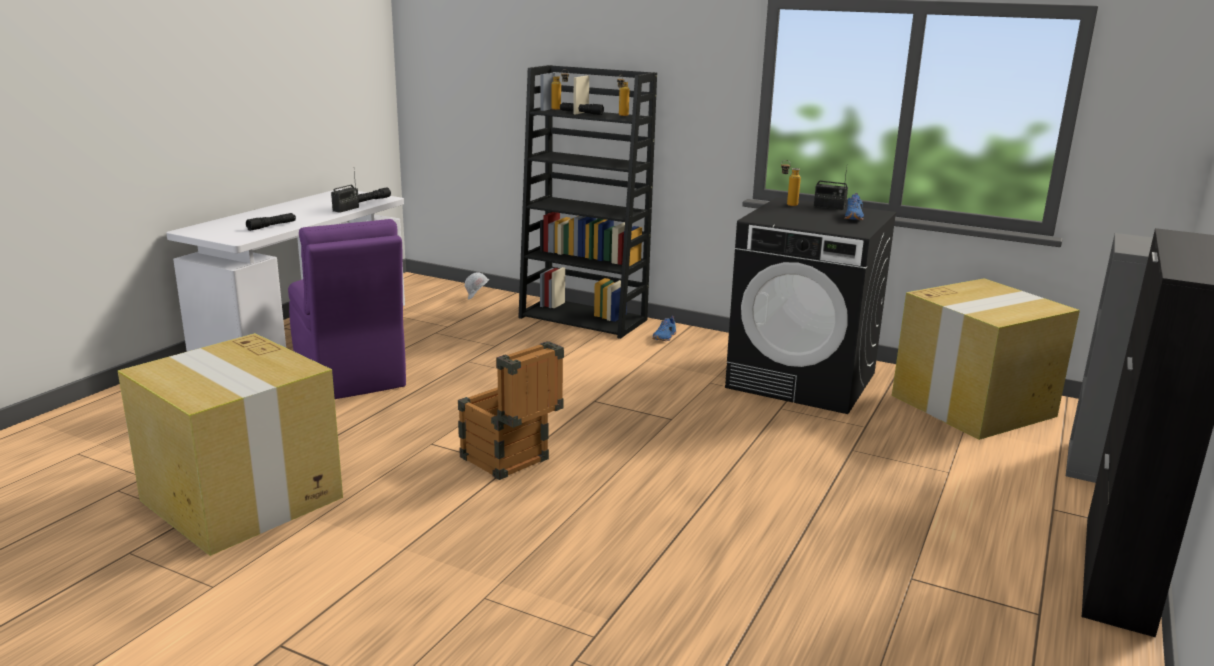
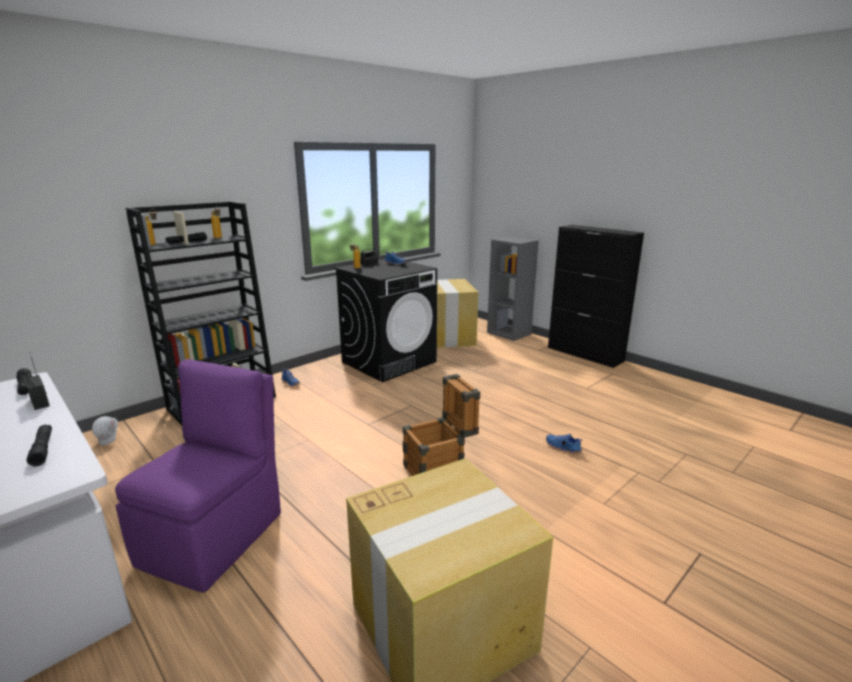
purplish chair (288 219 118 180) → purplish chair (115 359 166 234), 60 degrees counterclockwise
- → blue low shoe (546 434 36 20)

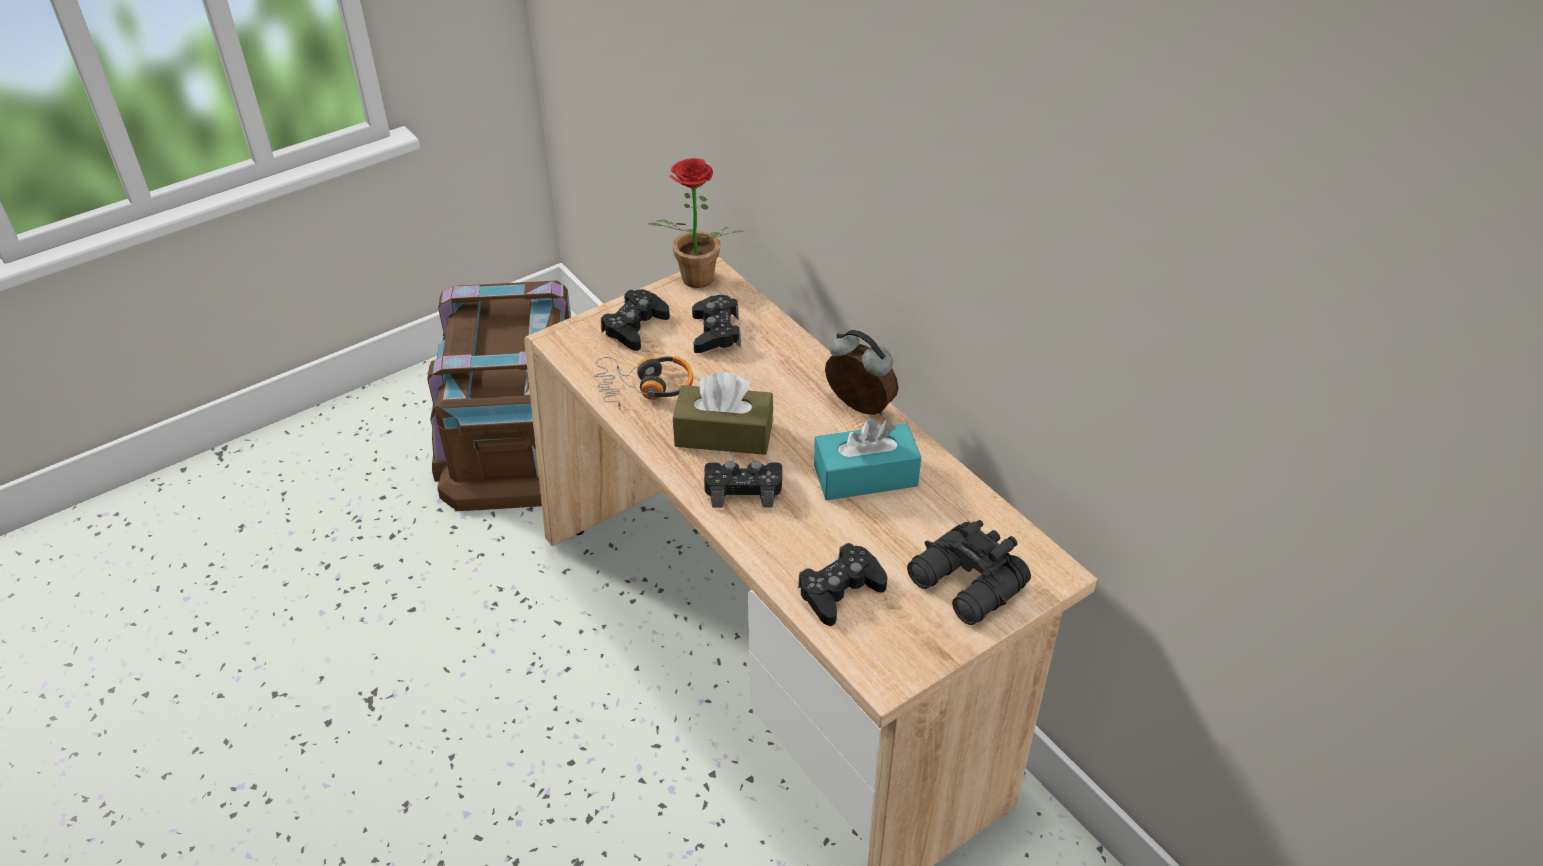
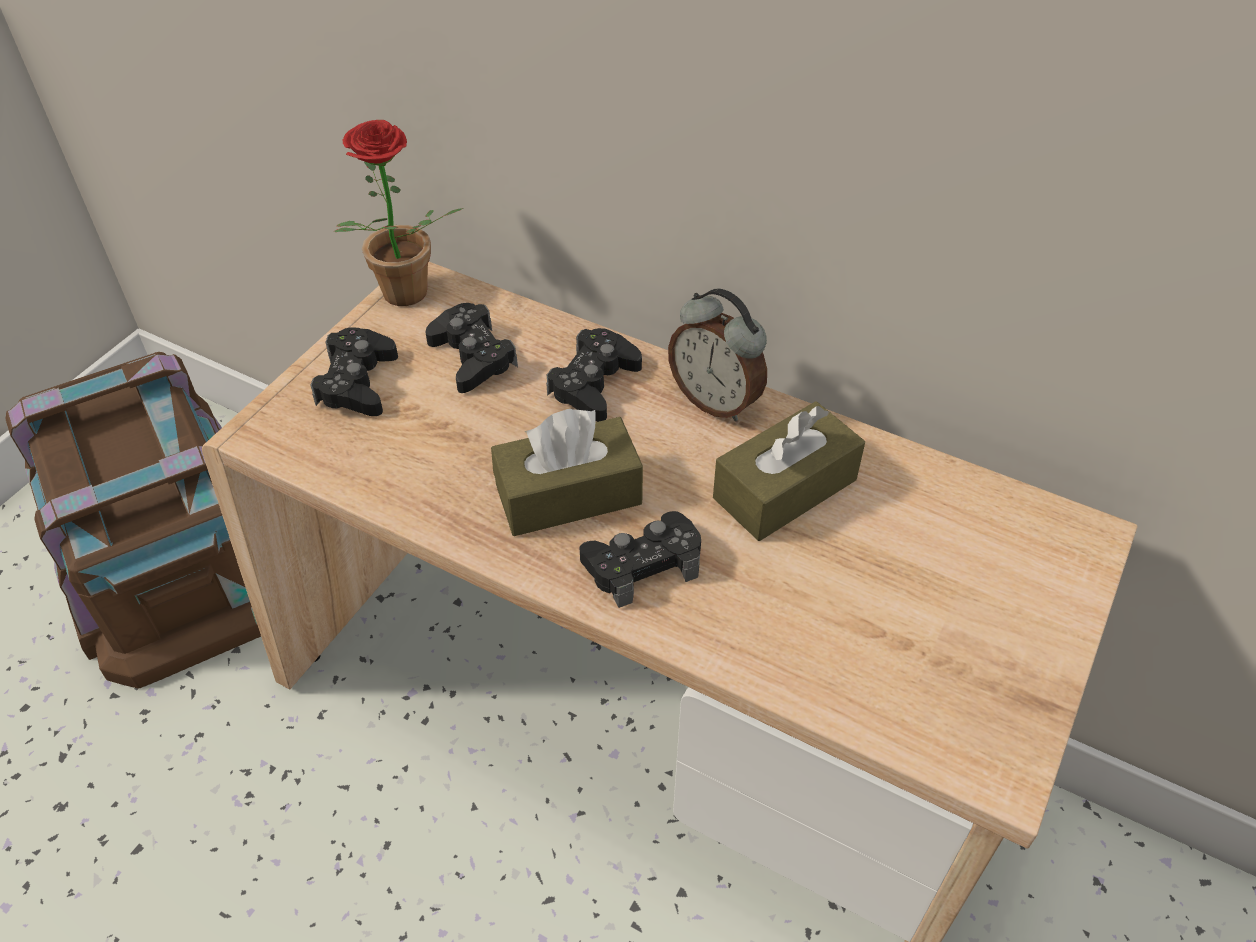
alarm clock (825 330 74 85) → alarm clock (668 288 99 133), 150 degrees counterclockwise
headphones (594 356 99 54) → -
turquoise-coloured tissue holder (814 419 107 81) → brownish tissue holder (713 401 152 140)
black-coloured pair of binoculars (907 520 124 105) → -
black-coloured joypad (798 543 89 83) → black-coloured joypad (546 328 96 94), moved

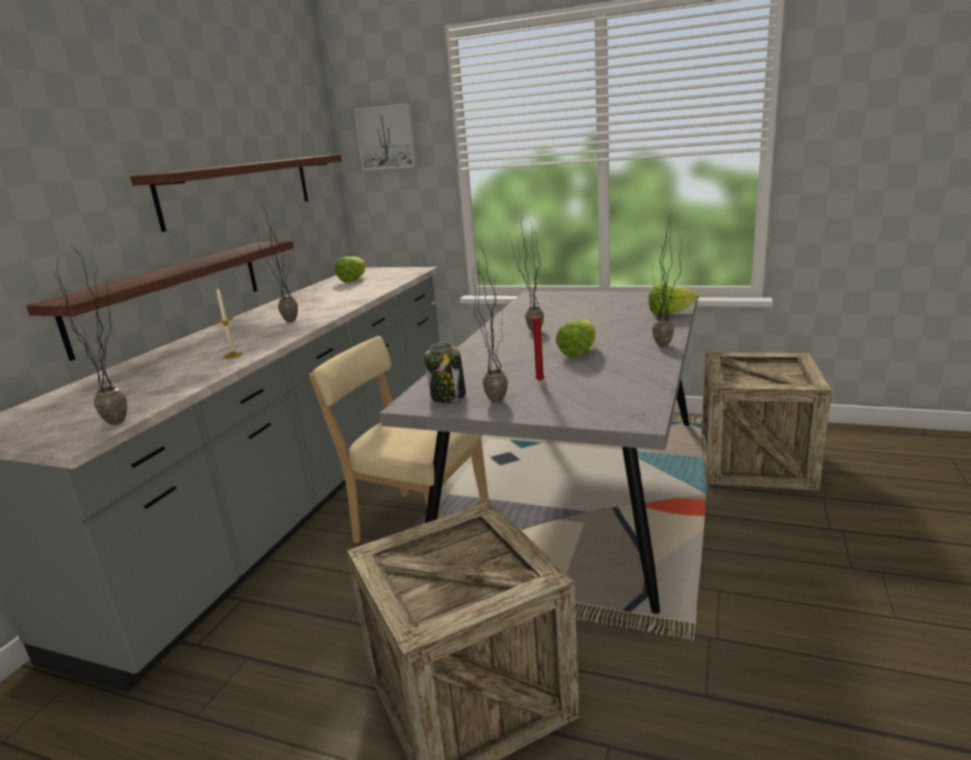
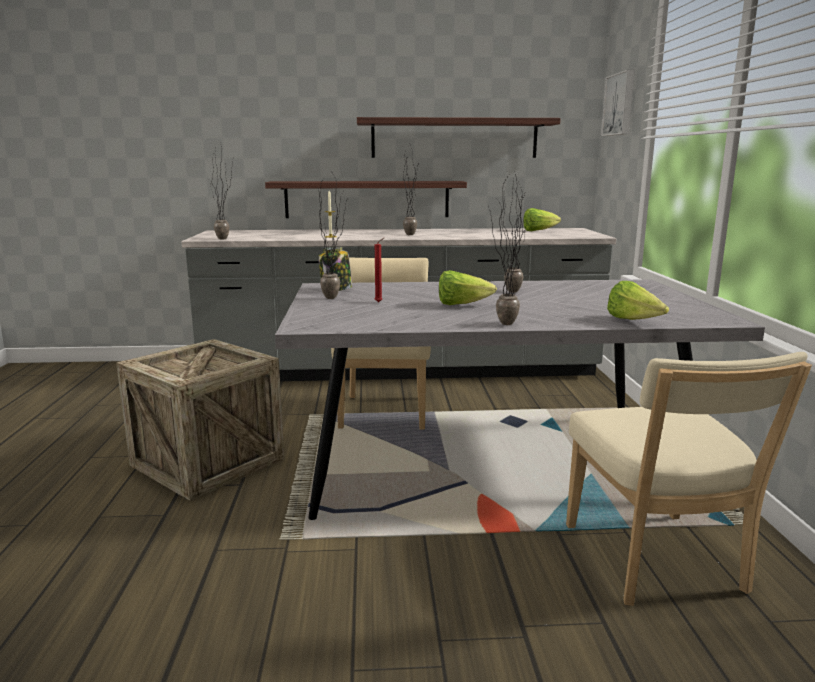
shipping crate (701 352 131 139) → beige chair (566 352 246 254)

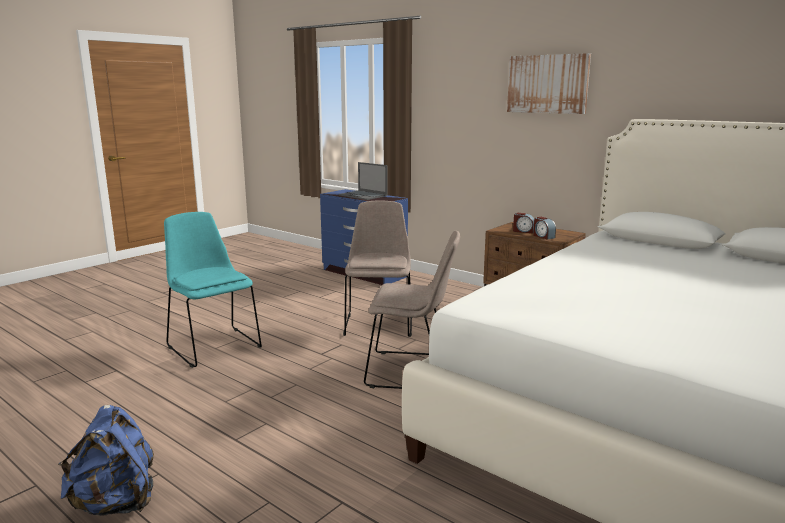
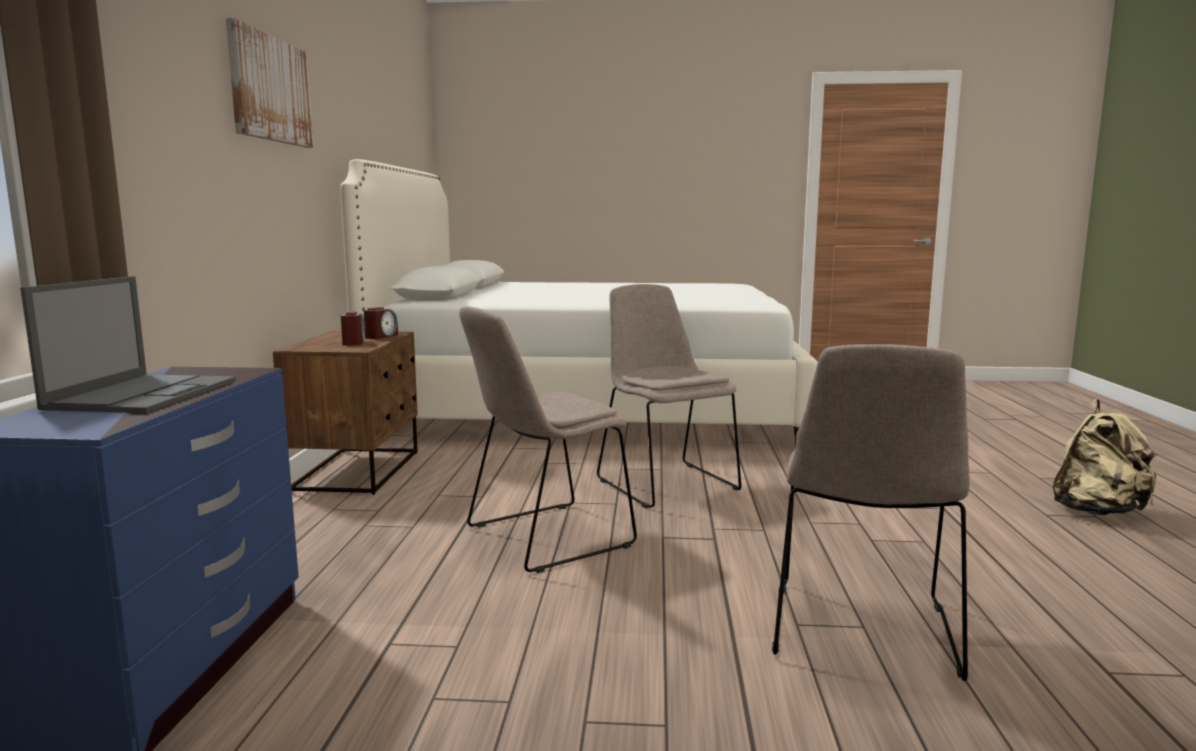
turquoise-coloured chair (164 212 98 156) → beige chair (772 344 198 337)
blue knapsack (58 405 96 111) → beige knapsack (1053 399 105 116)

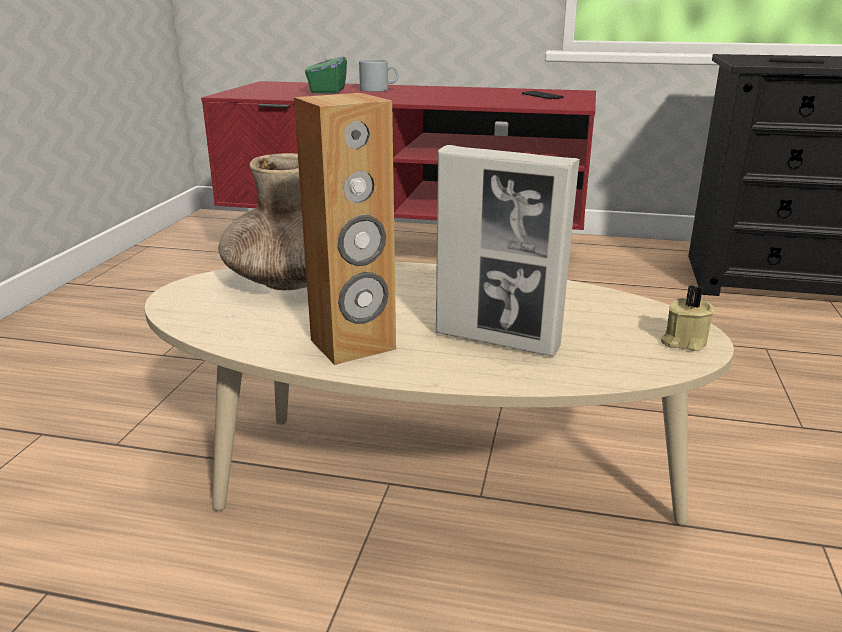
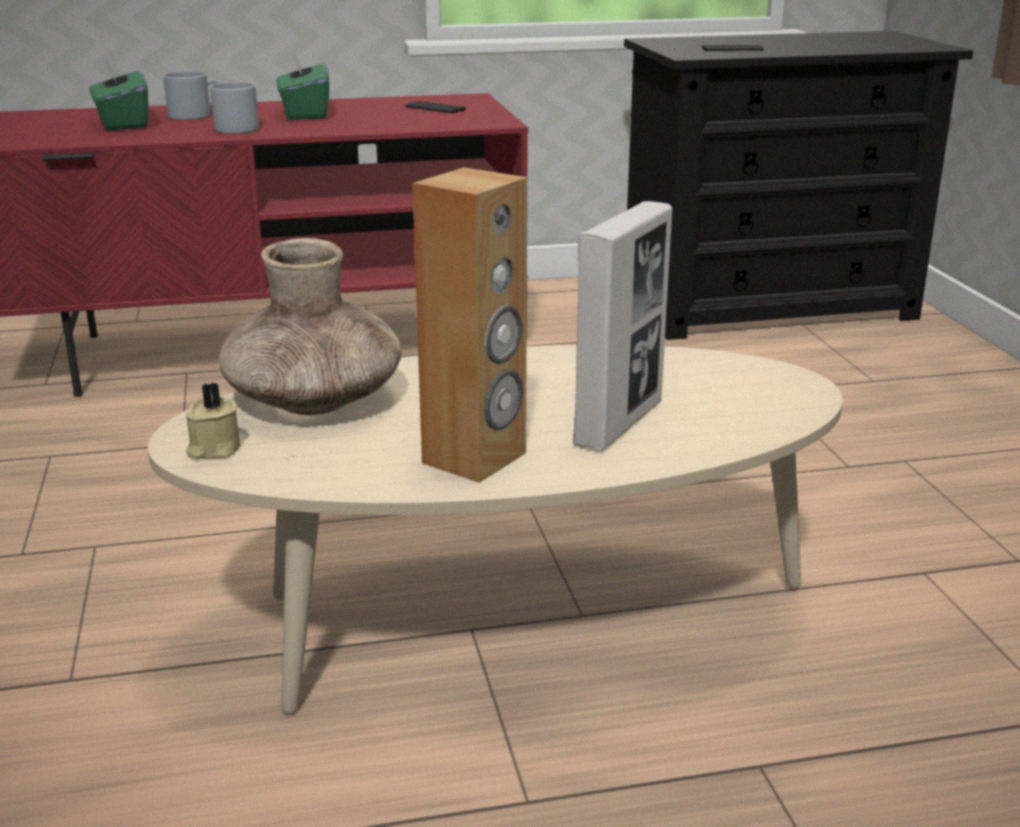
picture frame (436 145 144 212) → picture frame (573 201 99 251), 60 degrees counterclockwise
beige wax candle (660 285 55 66) → beige wax candle (186 383 54 76), moved
- → green tissue holder (276 49 53 70)
- → greyish mug (210 82 49 52)

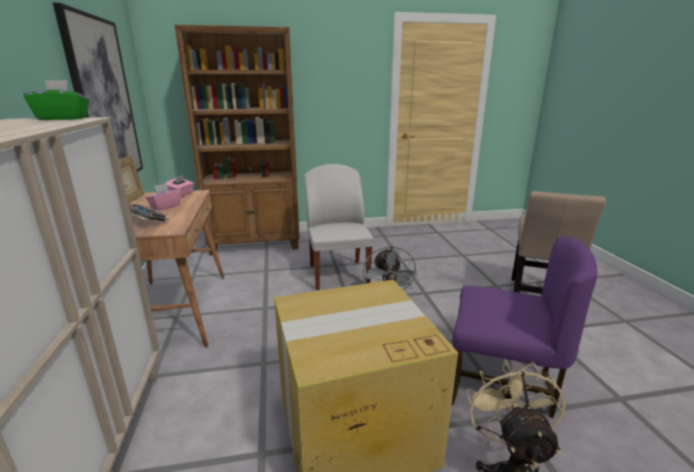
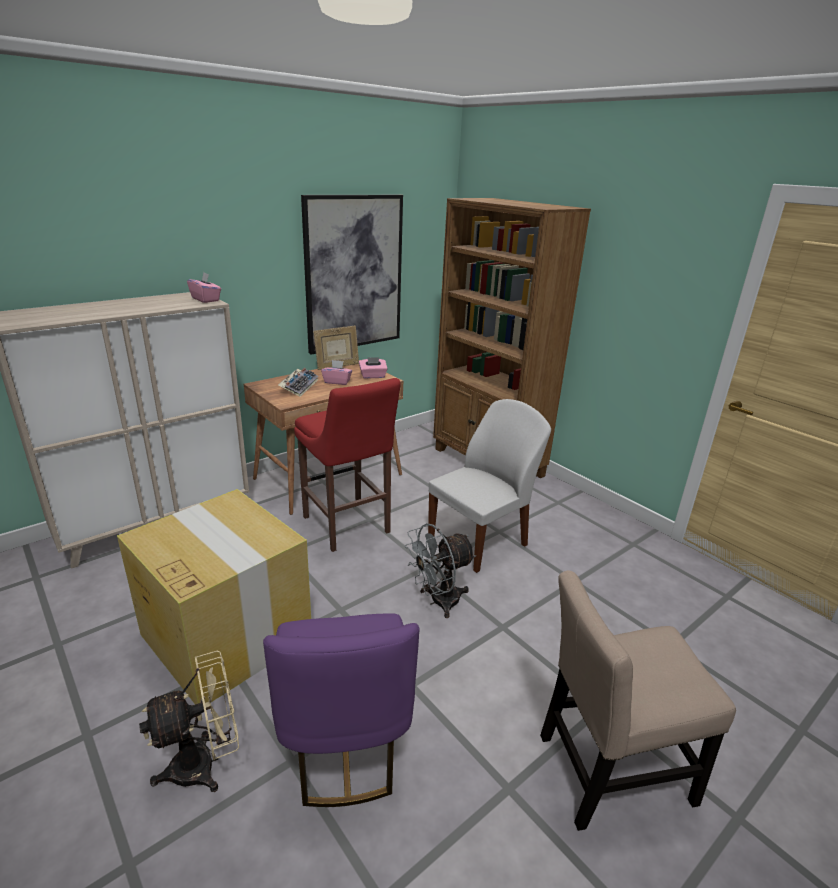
green tissue holder (23 80 66 40) → pink tissue holder (187 272 34 31)
- → red-coloured stool seat (294 378 107 174)

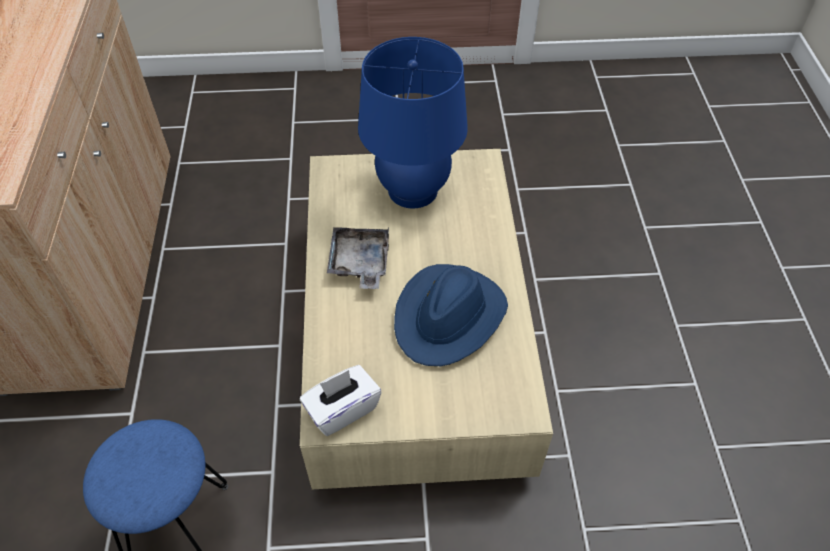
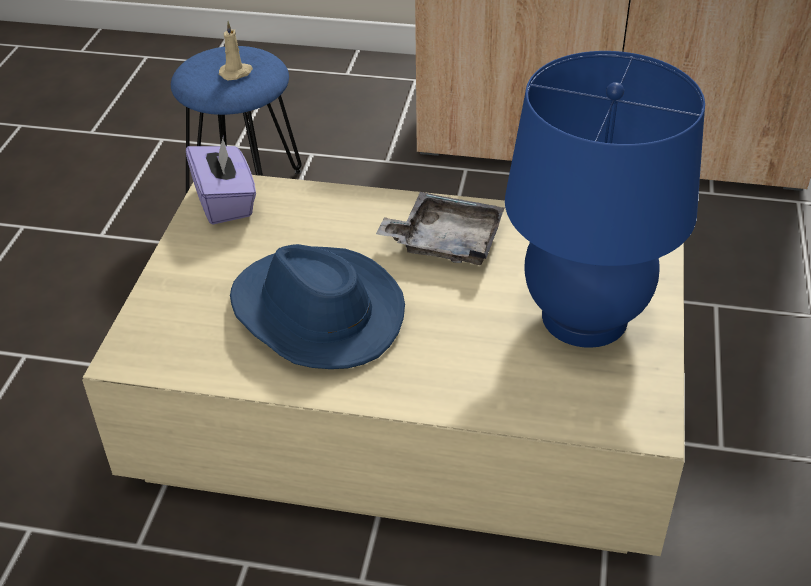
white-coloured tissue holder (300 365 81 71) → purplish tissue holder (186 138 70 87)
- → beige wax candle (219 21 34 60)

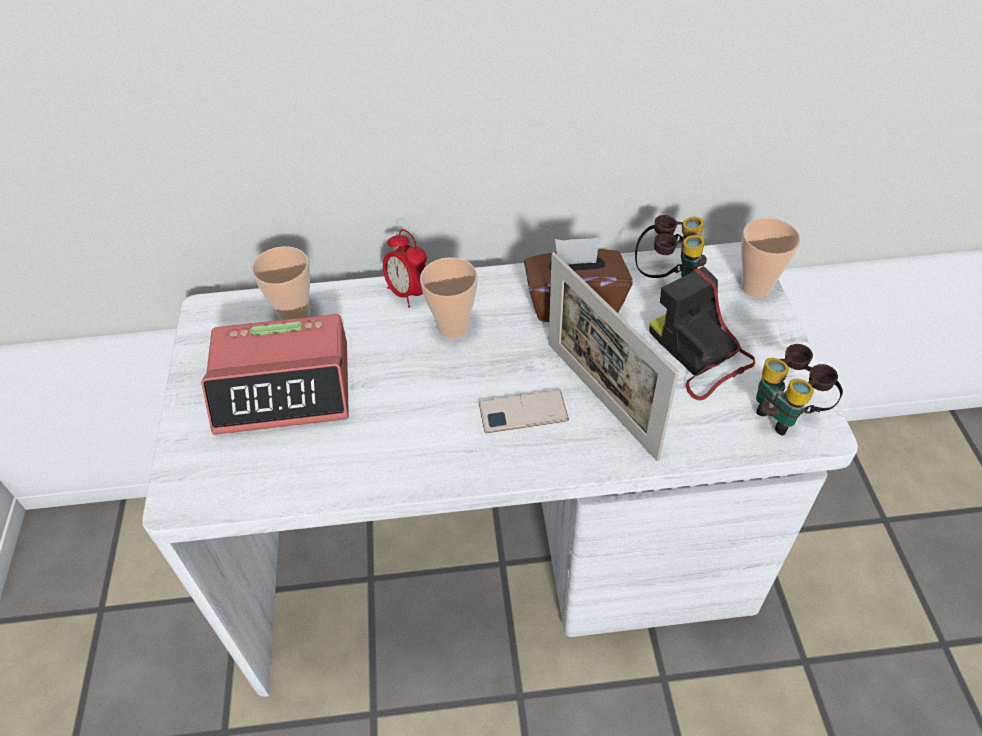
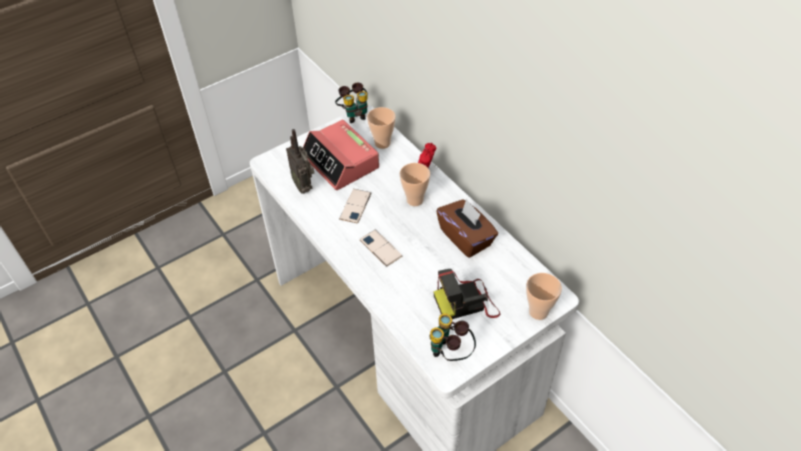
pair of binoculars (635 215 72 63) → pair of binoculars (335 83 33 40), moved
picture frame (548 252 131 209) → -
still camera (650 266 105 134) → still camera (433 269 67 50), 135 degrees counterclockwise
- → radio (286 129 28 65)
- → telephone (339 189 32 35)

